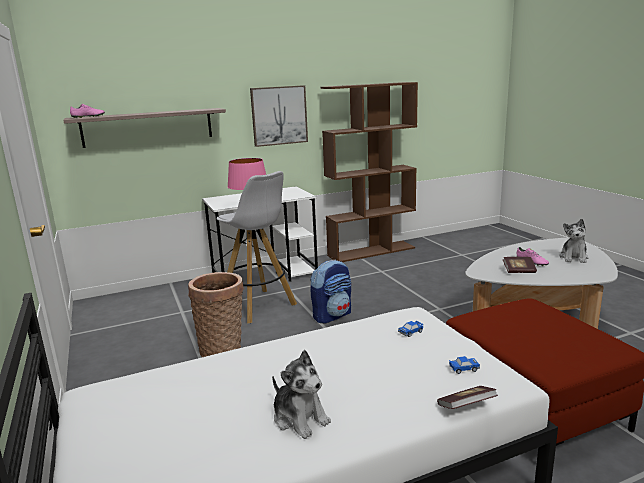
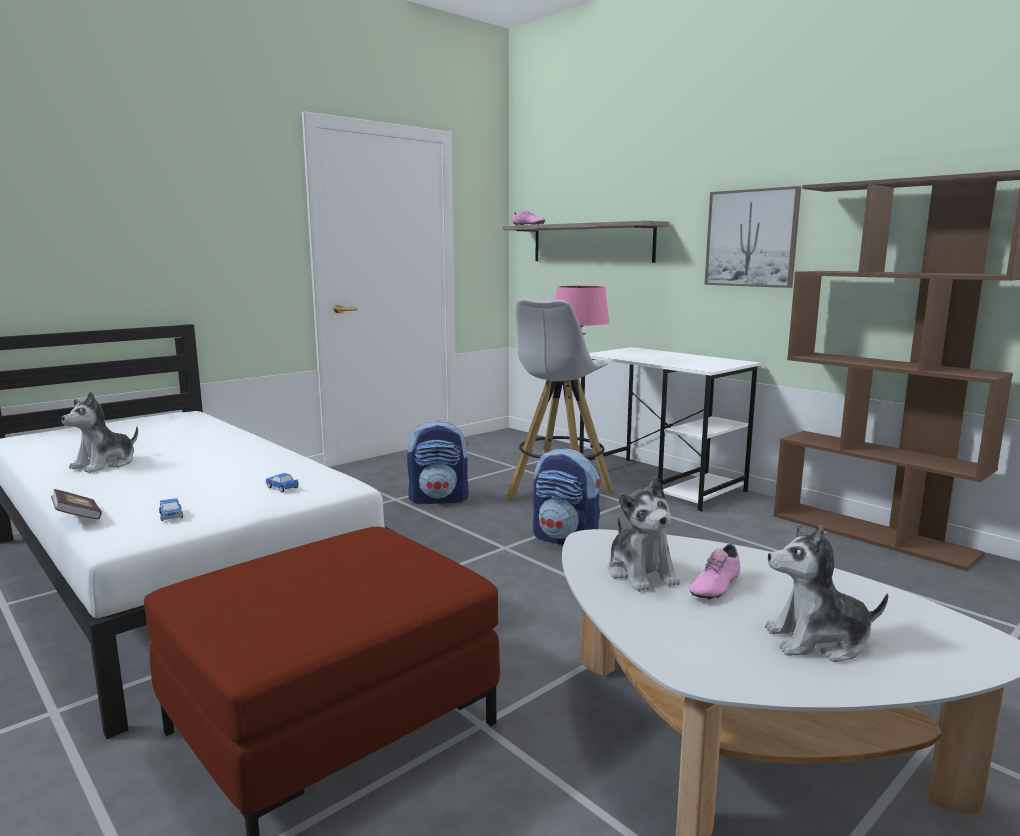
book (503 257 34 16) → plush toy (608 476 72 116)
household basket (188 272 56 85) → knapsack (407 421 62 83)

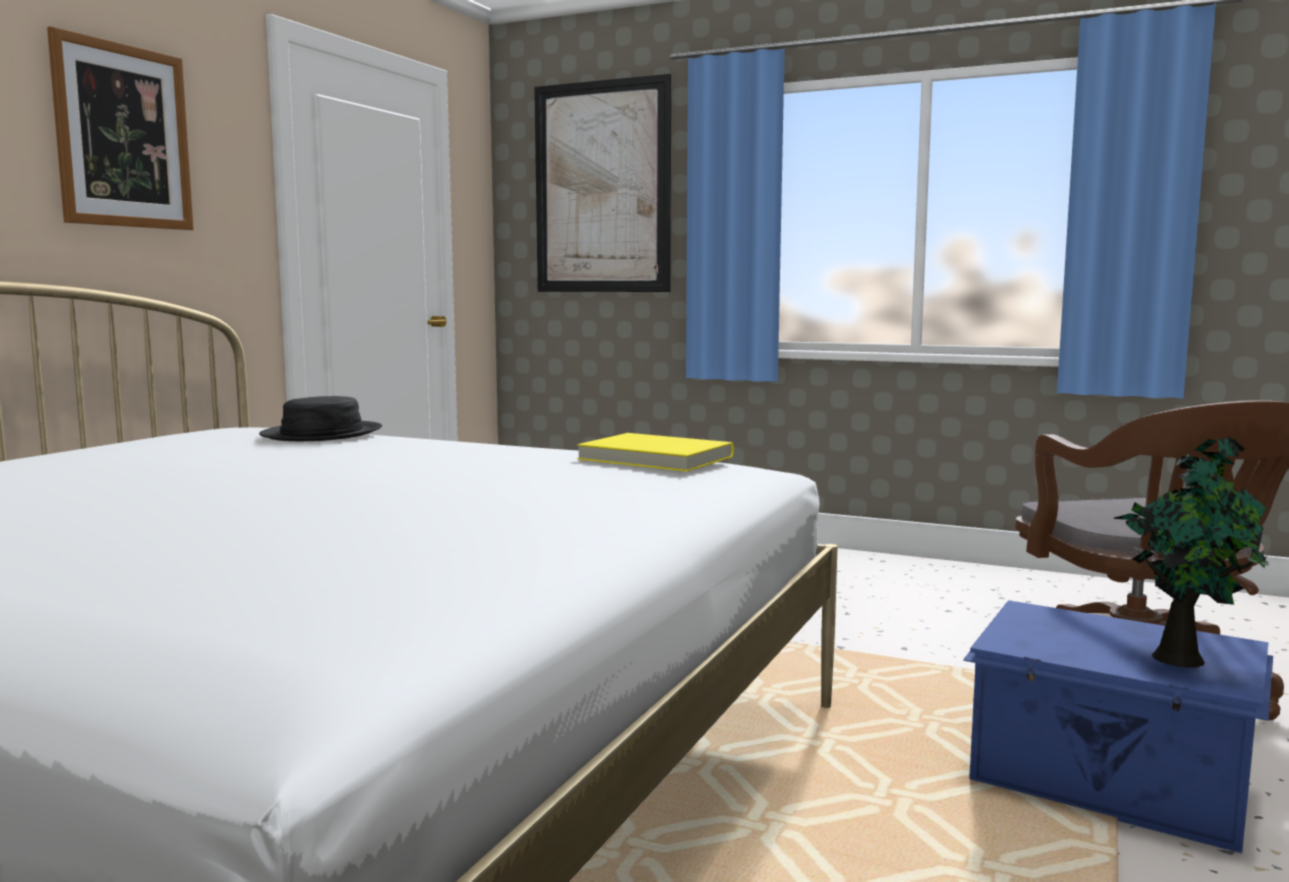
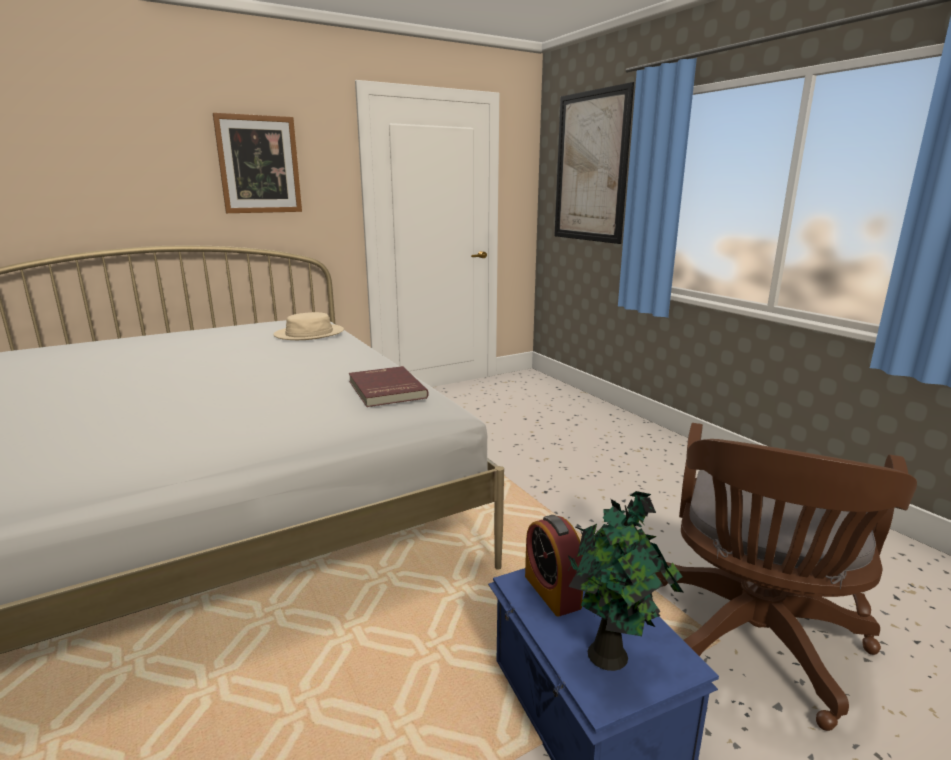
black-coloured hat (259 396 123 45) → beige hat (273 312 71 28)
yellow-coloured book (577 433 157 38) → red-coloured book (349 366 80 41)
- → alarm clock (525 515 58 102)

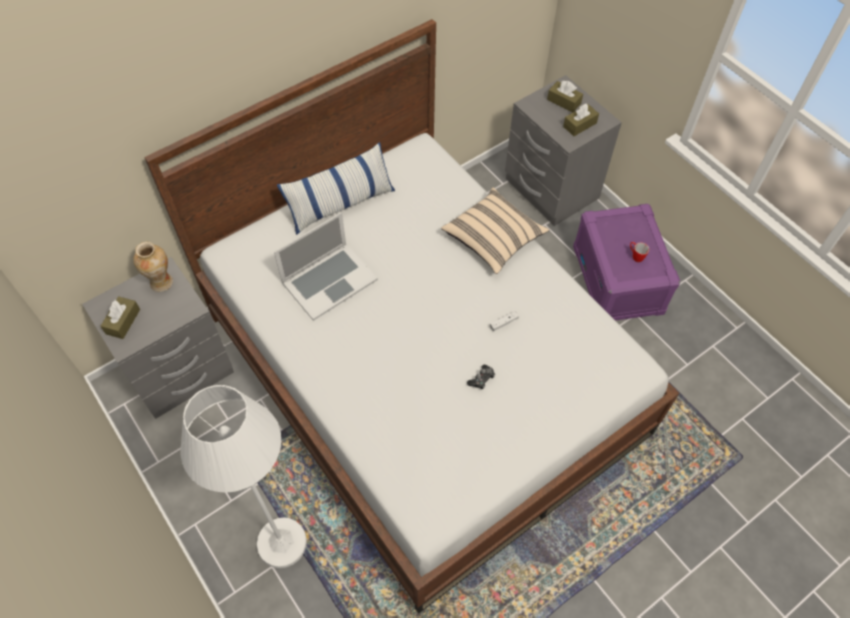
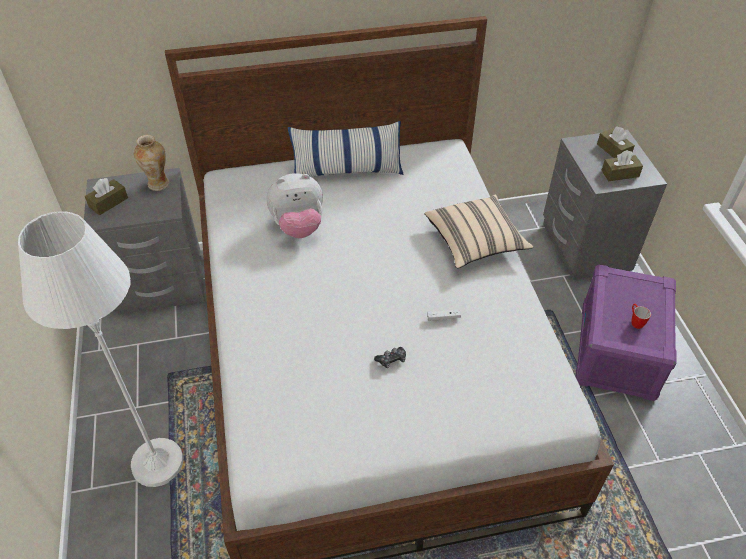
laptop (274 212 104 109) → plush toy (267 173 56 65)

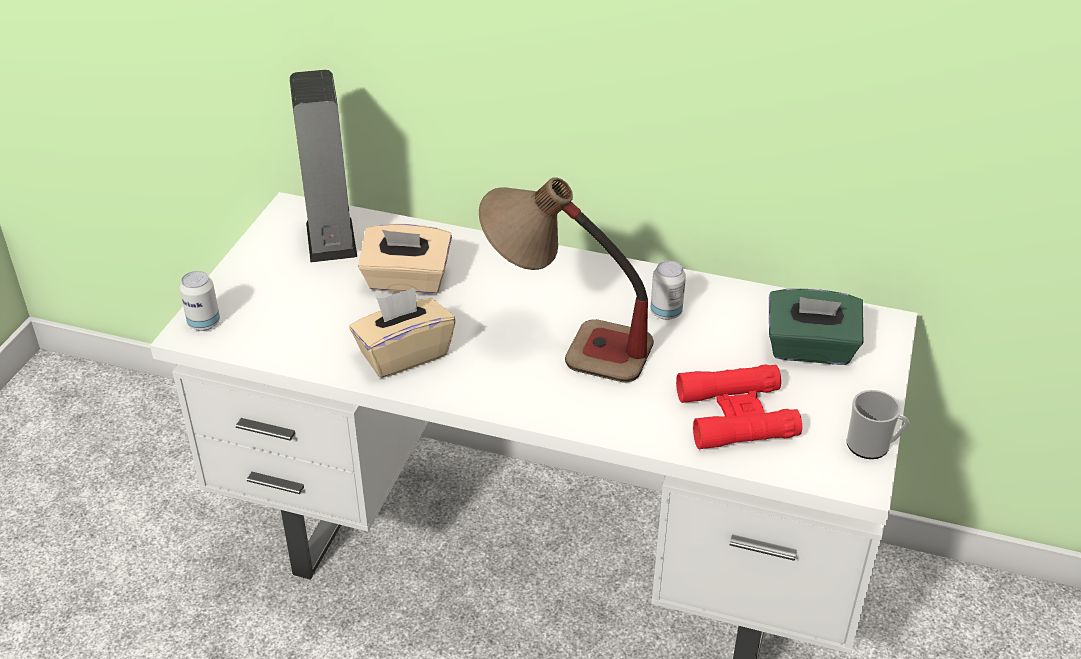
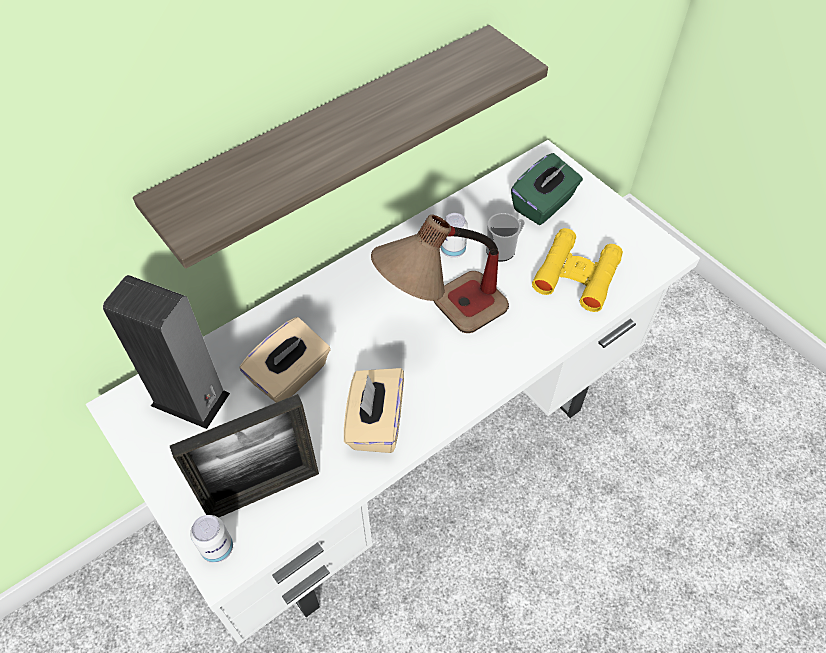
red-coloured pair of binoculars (676 365 126 85) → yellow-coloured pair of binoculars (532 228 91 84)
mug (846 390 63 69) → mug (486 213 39 49), moved
- → wall shelf (133 25 415 244)
- → picture frame (170 394 149 123)

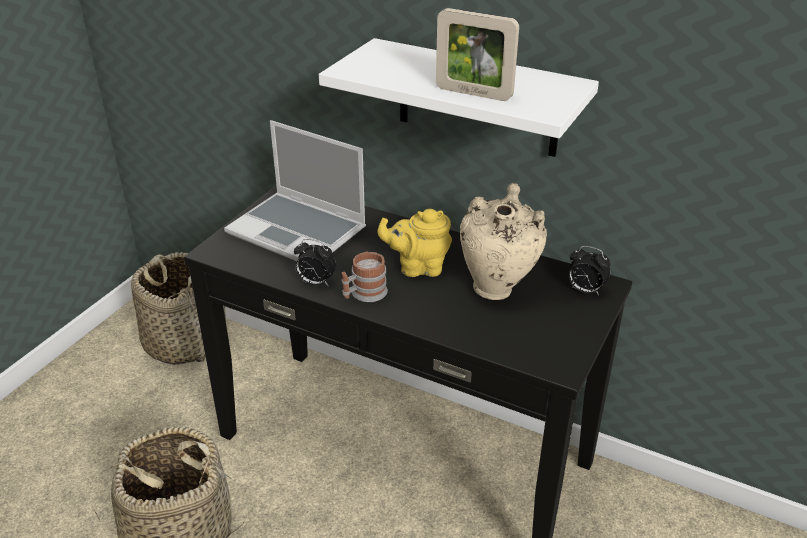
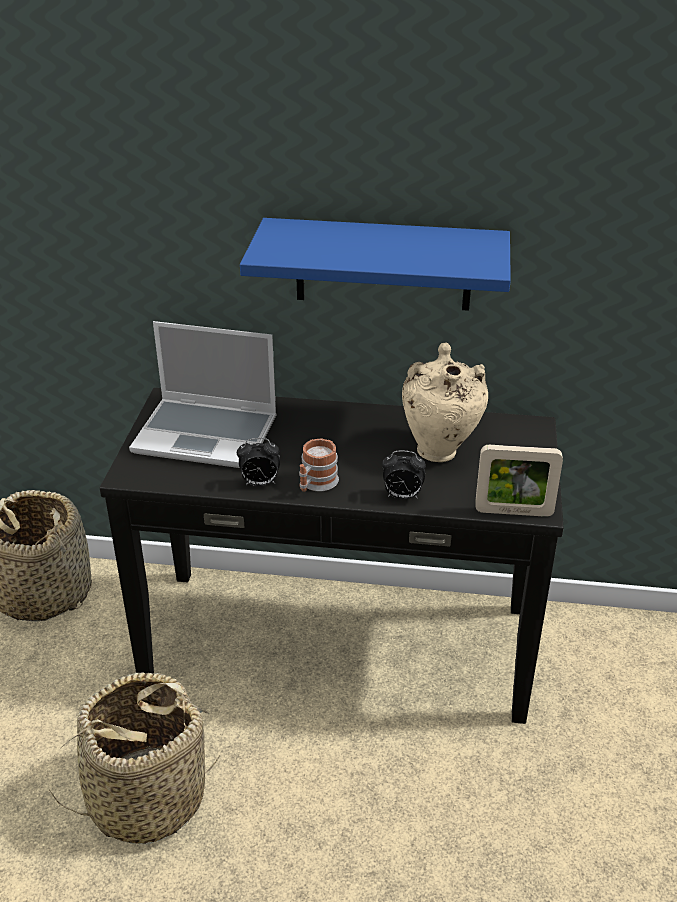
picture frame (436 8 83 93) → picture frame (475 445 88 72), moved
white-coloured wall shelf (319 38 280 119) → blue wall shelf (240 218 271 93)
yellow-coloured teapot (377 209 75 68) → -
alarm clock (569 246 42 49) → alarm clock (382 451 44 48), moved

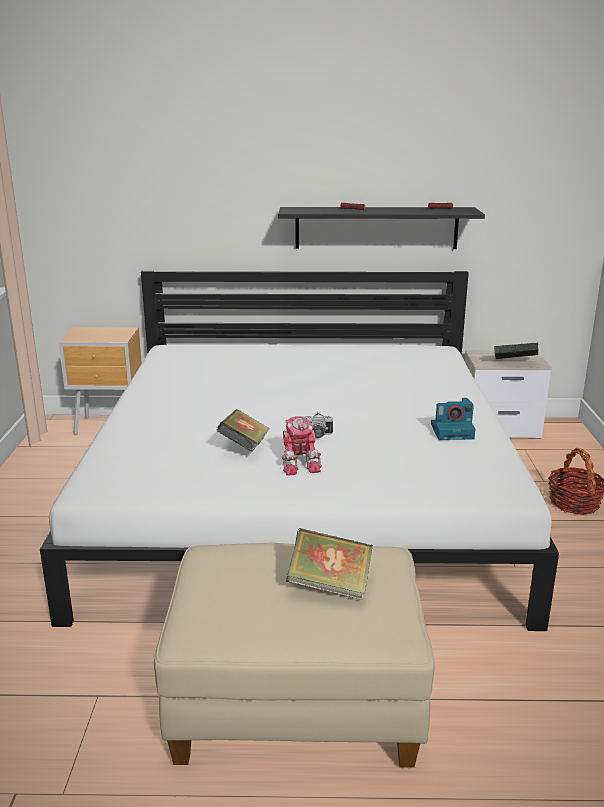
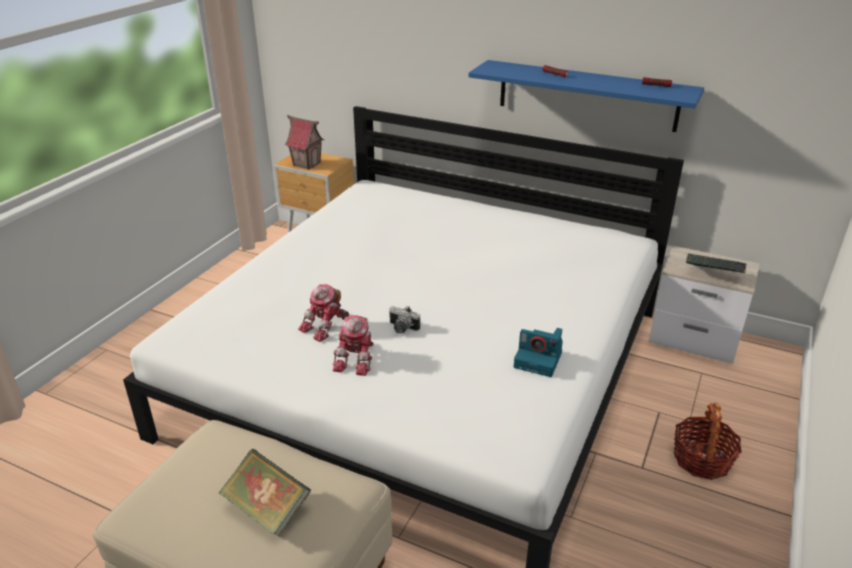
black-coloured wall shelf (278 207 207 42) → blue wall shelf (468 60 236 72)
book (217 409 53 43) → model robot (298 284 51 58)
- → toy house (285 115 40 55)

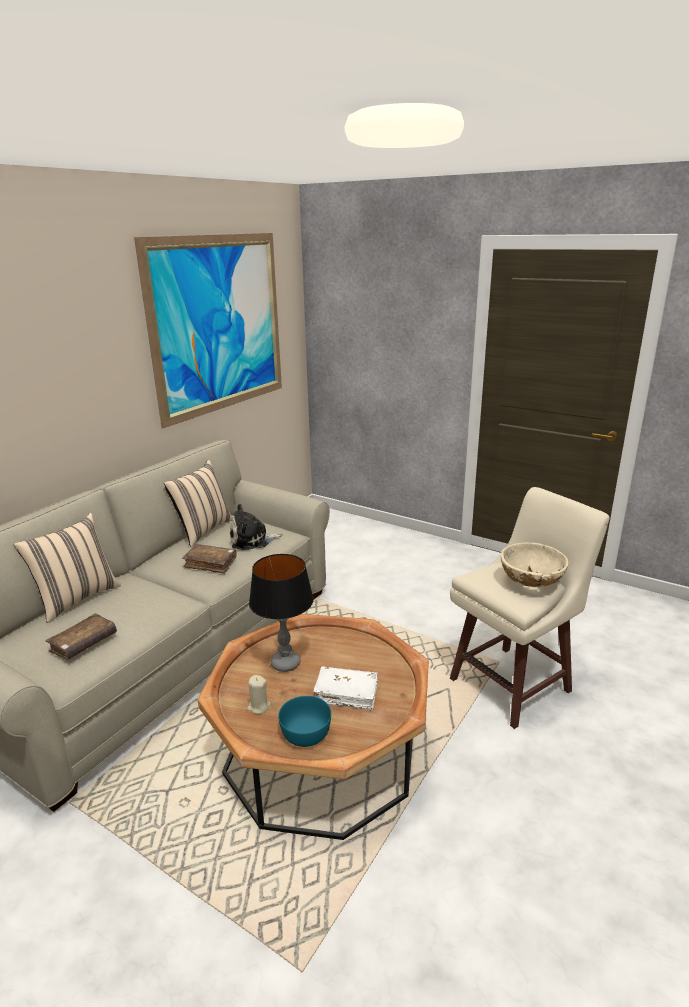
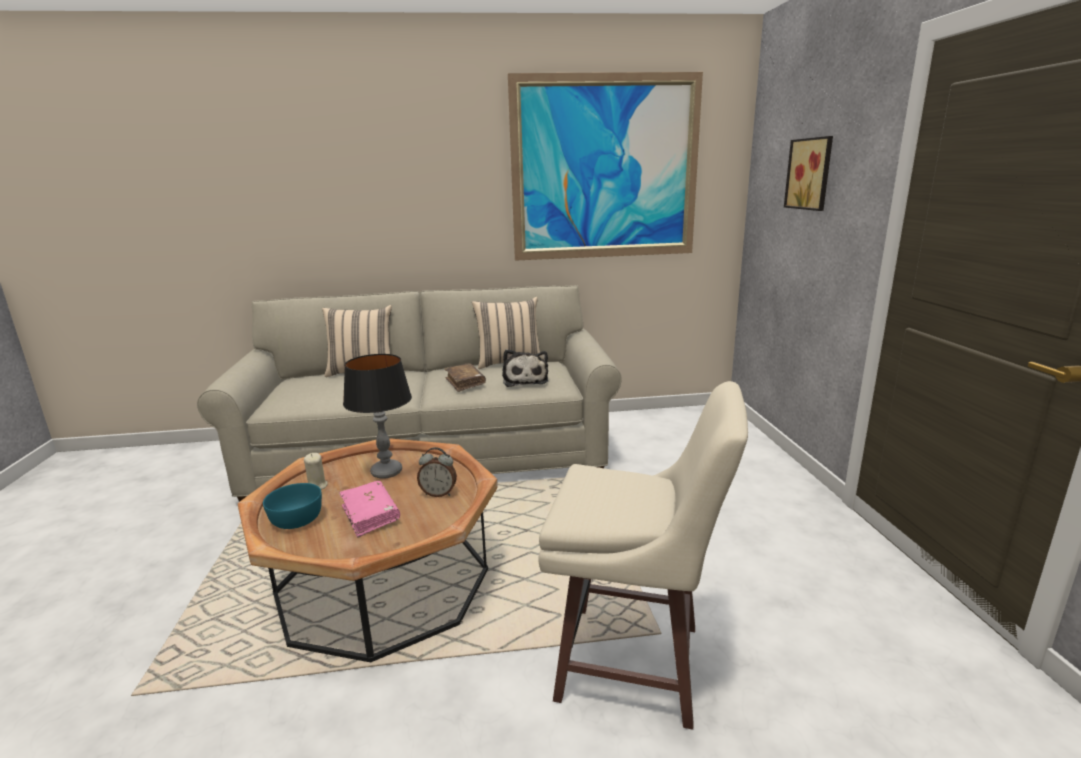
plush toy (230 504 53 46) → plush toy (502 349 46 38), 135 degrees counterclockwise
beige deep dish (501 543 68 44) → -
brownish book (45 613 72 47) → -
white-coloured book (313 666 65 44) → pink book (339 481 61 56)
- → wall art (784 136 49 75)
- → alarm clock (417 447 40 50)

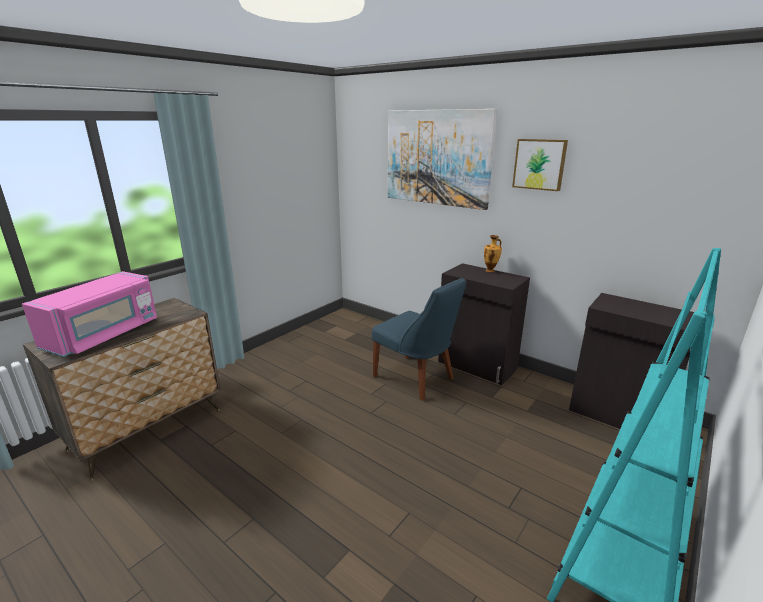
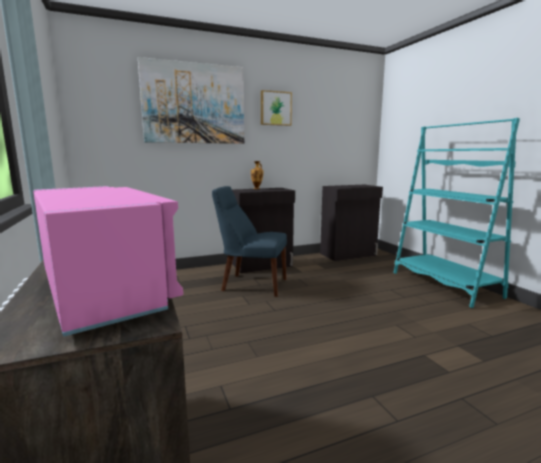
blue chair (372 278 94 122) → blue chair (212 186 75 111), 150 degrees counterclockwise

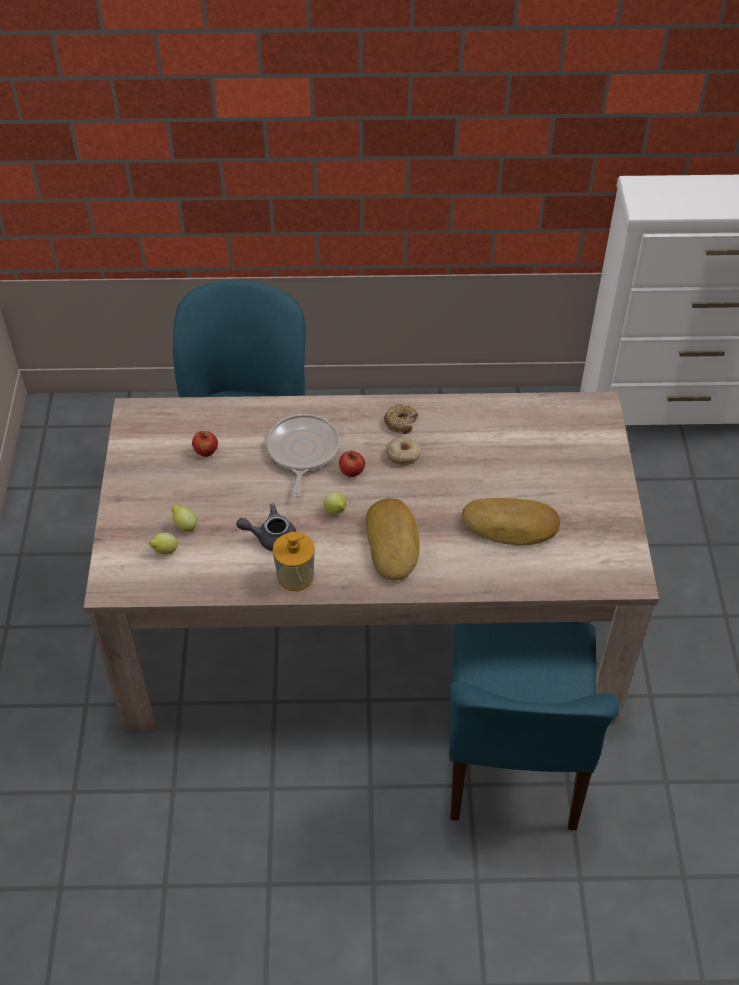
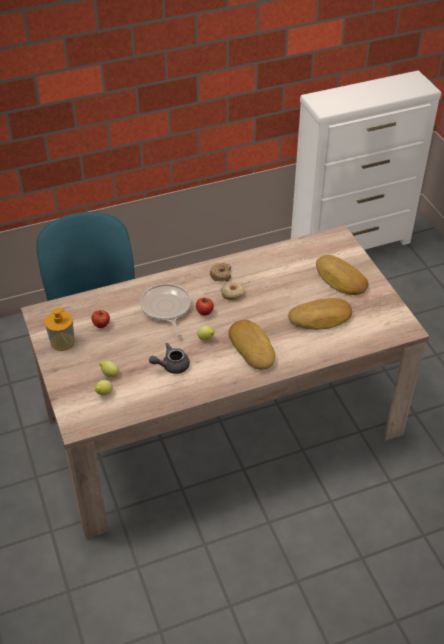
liquid soap bottle (273 532 42 59) → liquid soap bottle (45 308 30 43), moved
blue chair (449 622 170 208) → -
- → bread (316 255 52 40)

